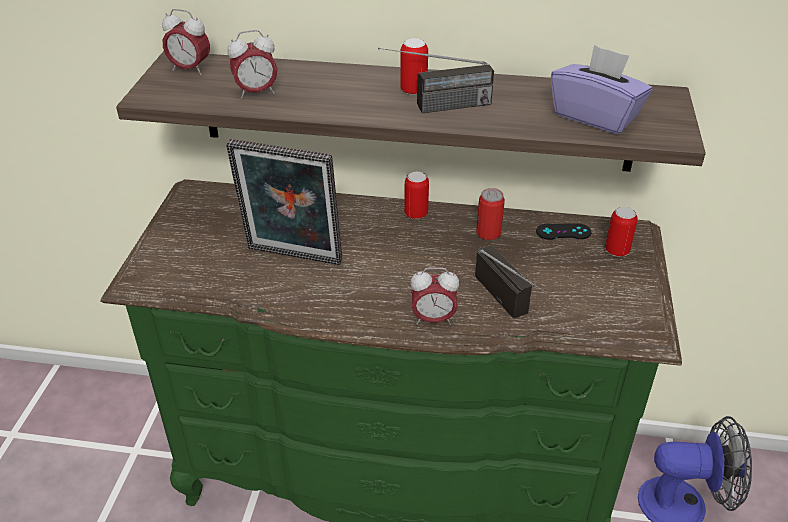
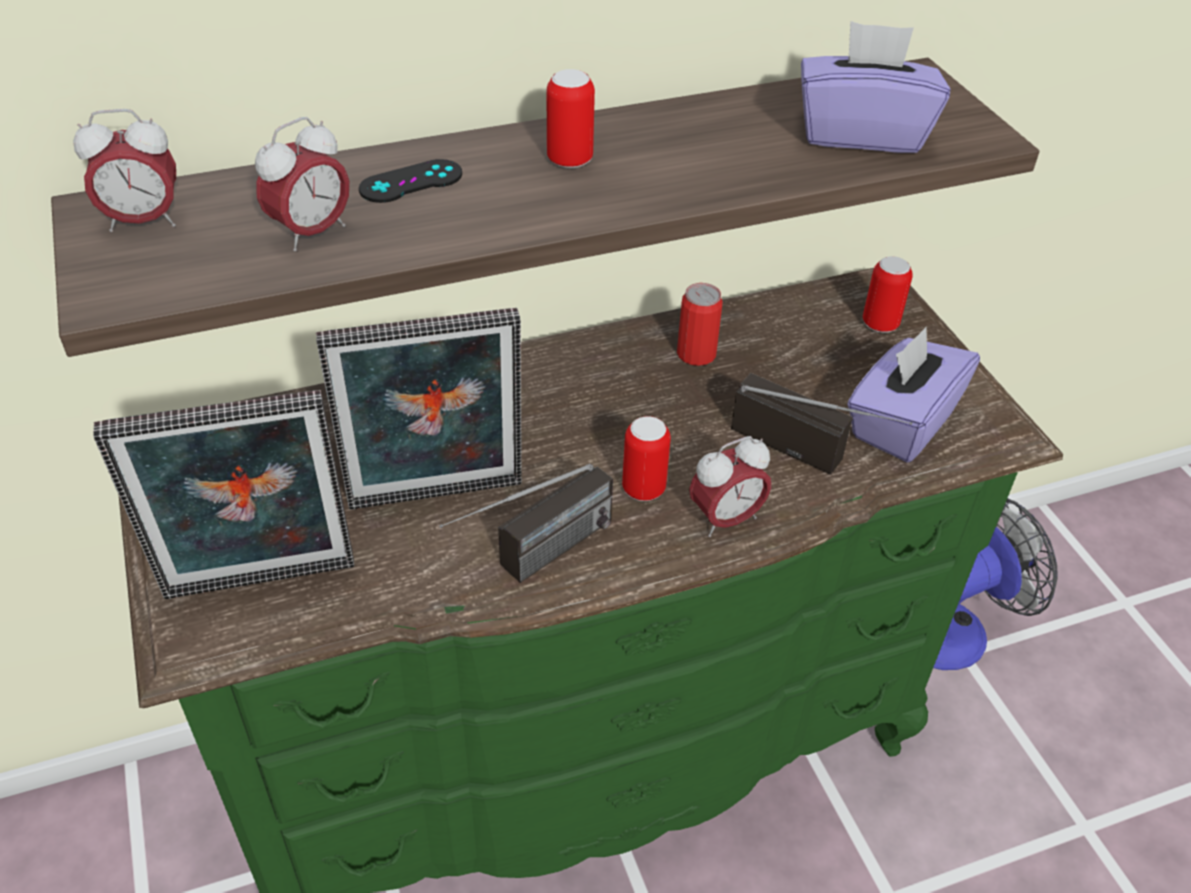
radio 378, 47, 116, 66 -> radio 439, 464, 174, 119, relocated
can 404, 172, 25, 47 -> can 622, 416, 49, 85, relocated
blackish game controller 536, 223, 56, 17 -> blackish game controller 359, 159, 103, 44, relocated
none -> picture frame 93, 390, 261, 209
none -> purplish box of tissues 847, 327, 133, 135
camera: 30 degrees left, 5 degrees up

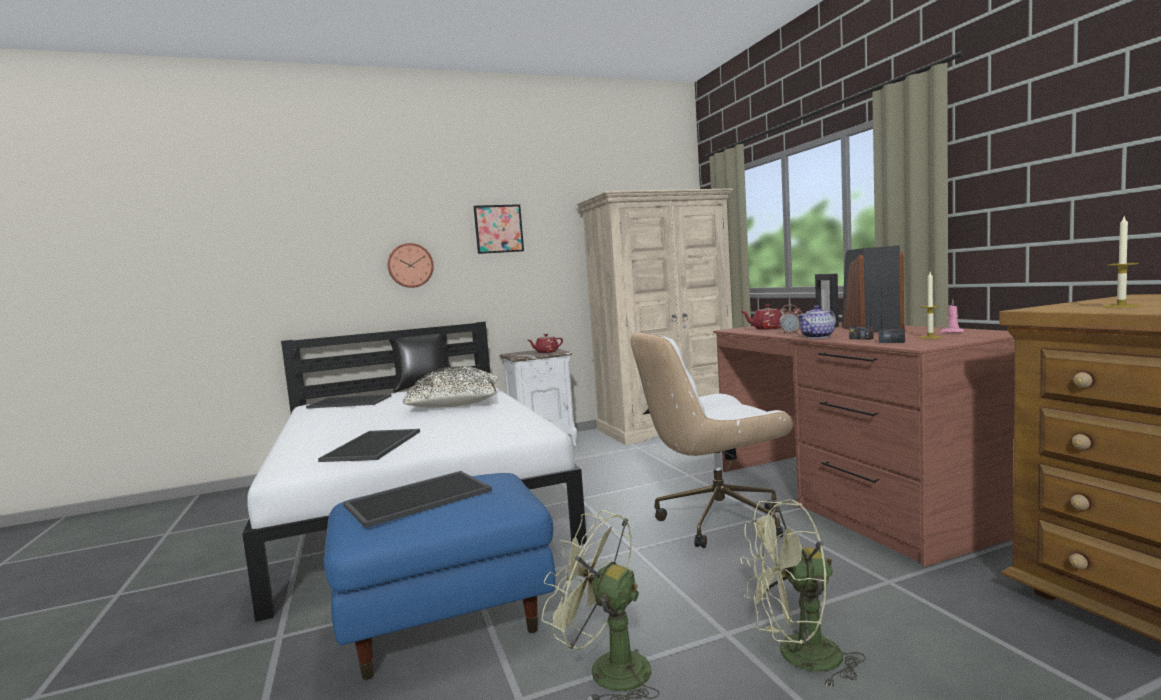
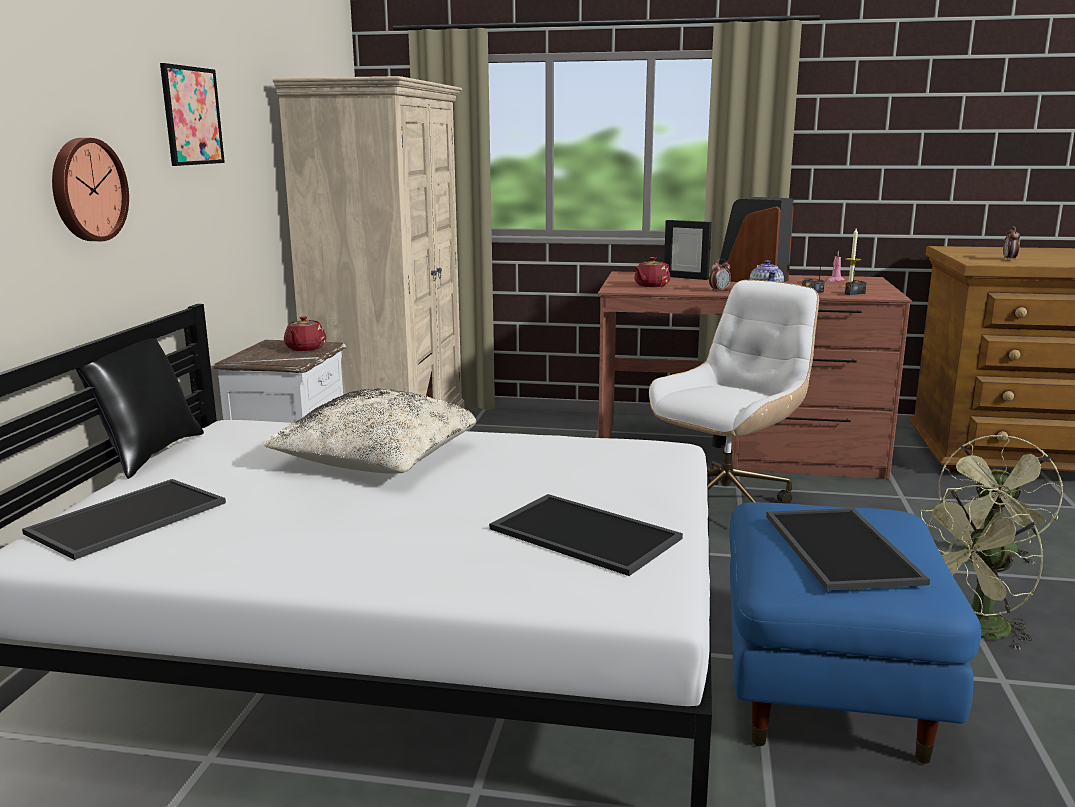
white-coloured computer chair 631, 332, 162, 216 -> white-coloured computer chair 649, 280, 170, 224, 150 degrees counterclockwise
wax light 1103, 217, 37, 91 -> alarm clock 1003, 226, 17, 34
camera: 60 degrees left, 10 degrees up

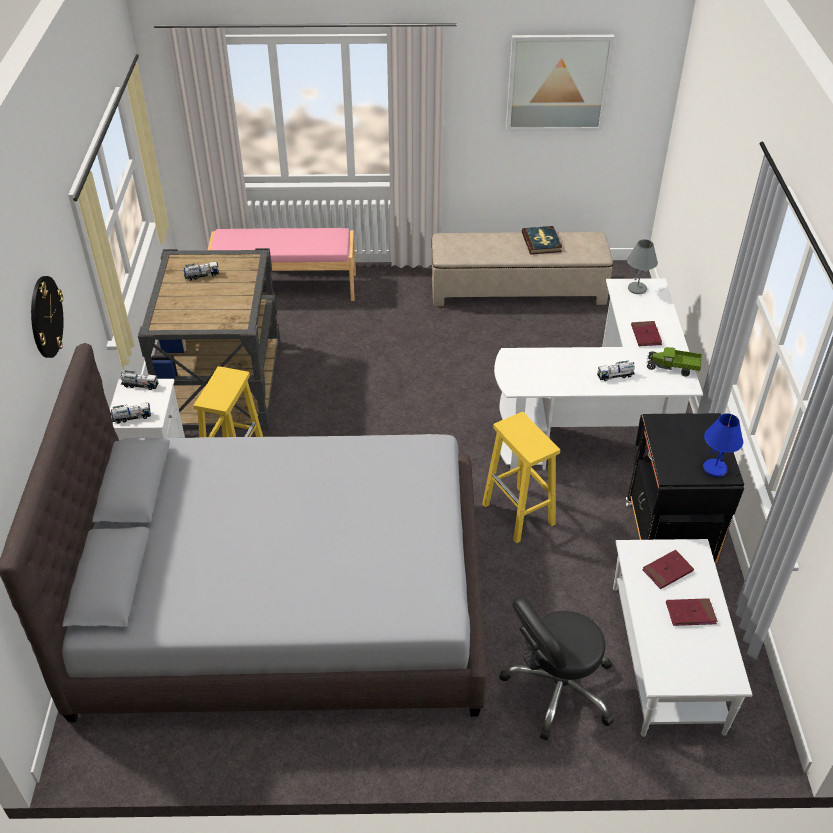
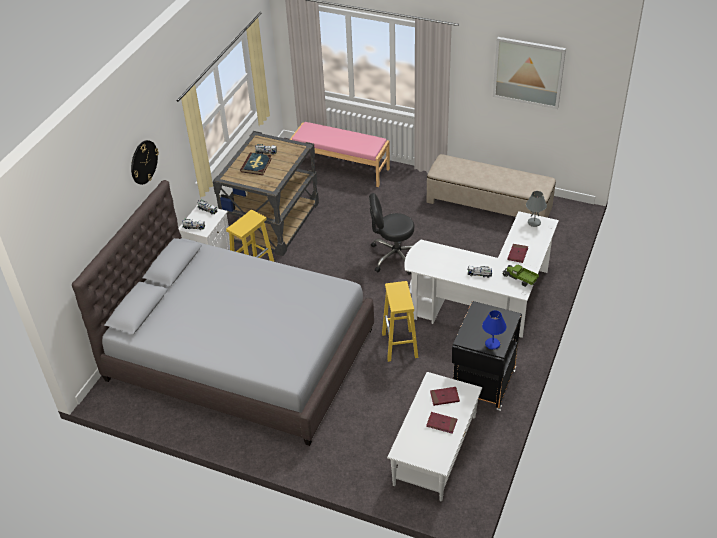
blackish computer chair 499, 596, 114, 144 -> blackish computer chair 369, 193, 45, 82, relocated
bound book 522, 226, 40, 28 -> bound book 240, 152, 32, 23, relocated
camera: 25 degrees right, 0 degrees up

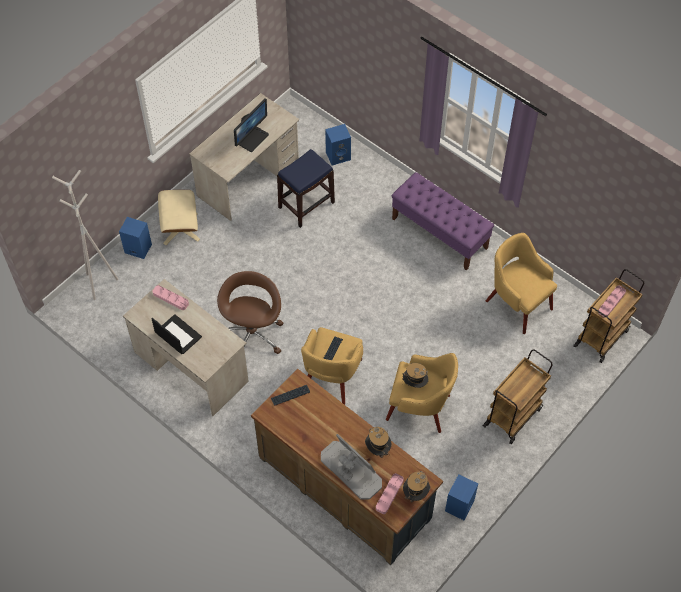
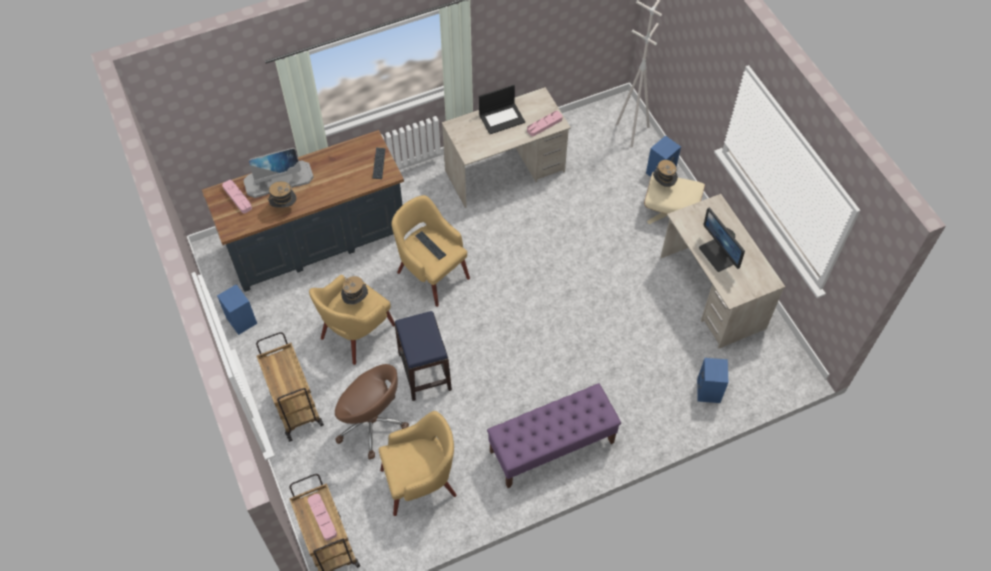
brownish computer chair 217, 271, 66, 83 -> brownish computer chair 335, 364, 74, 96, relocated
stool 277, 149, 58, 79 -> stool 395, 311, 57, 90, relocated
hat 403, 471, 27, 31 -> hat 653, 160, 25, 27, relocated
camera: 115 degrees right, 0 degrees up

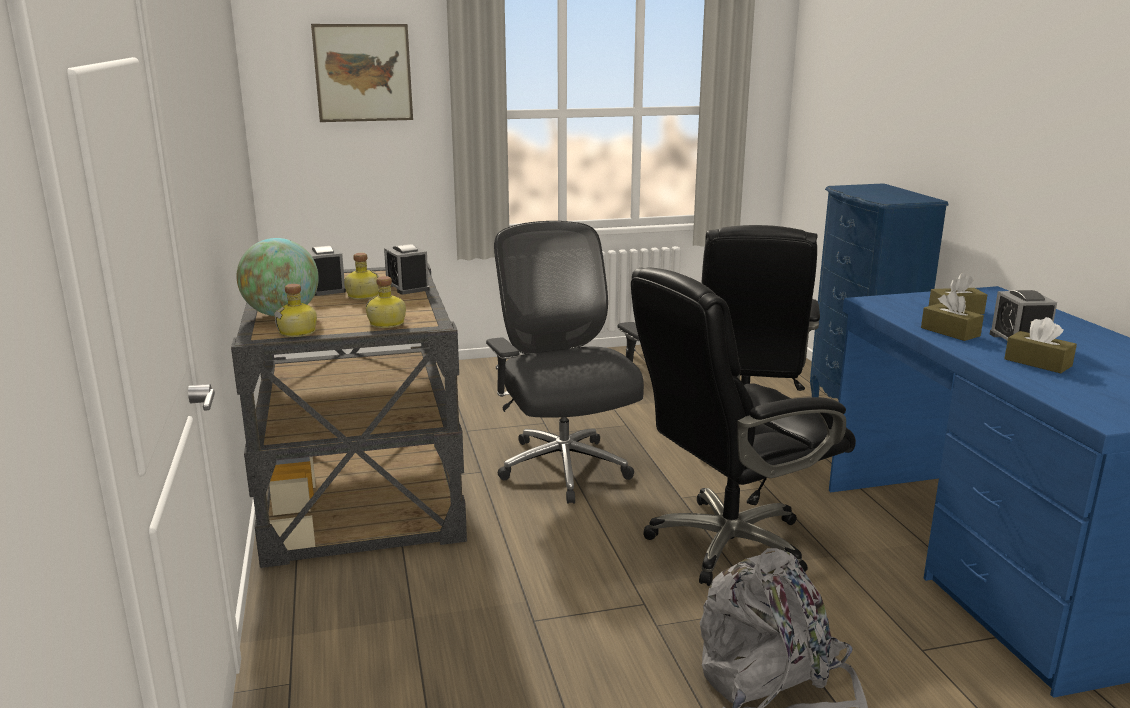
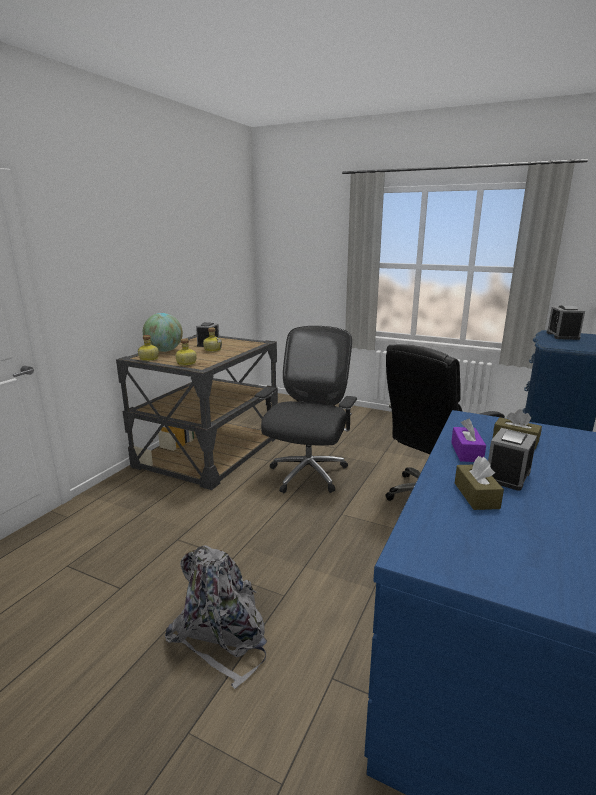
wall art 311, 24, 102, 98 -> none
alarm clock 384, 244, 46, 50 -> alarm clock 547, 305, 38, 35, relocated
blackish computer chair 631, 268, 225, 318 -> none
brownish box of tissues 921, 291, 63, 50 -> purplish box of tissues 451, 418, 35, 44
camera: 40 degrees right, 0 degrees up

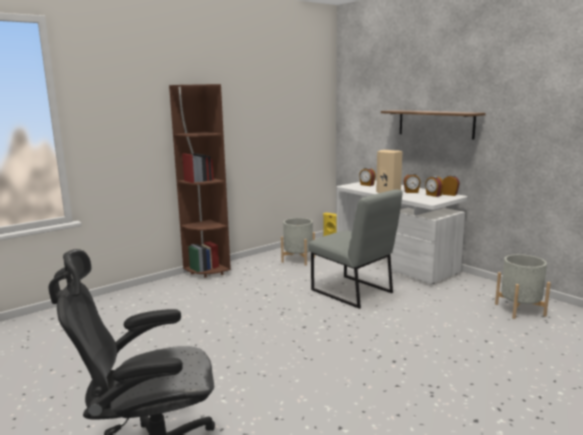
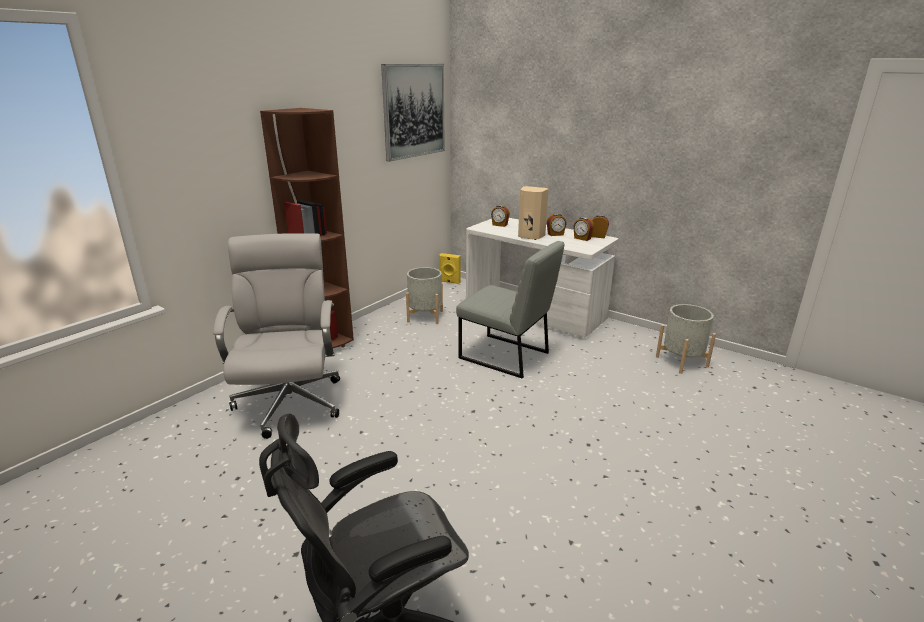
shelf 381, 110, 105, 30 -> none
none -> gray computer chair 213, 233, 127, 206
none -> wall art 381, 64, 64, 98
camera: 15 degrees left, 10 degrees up

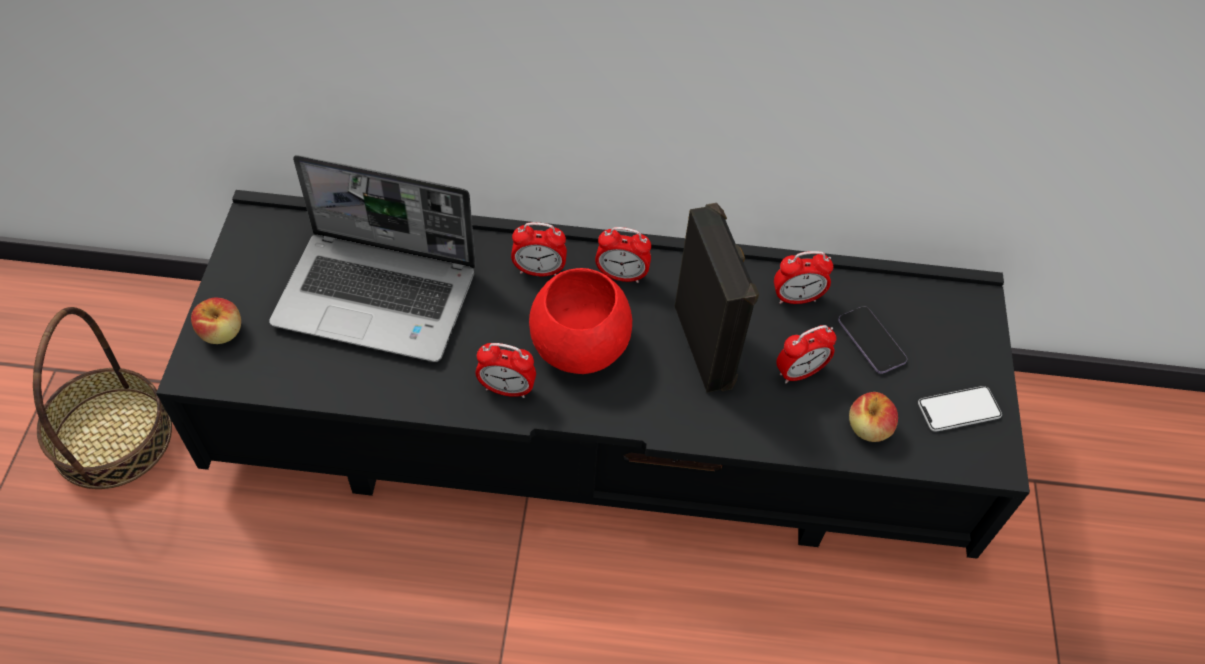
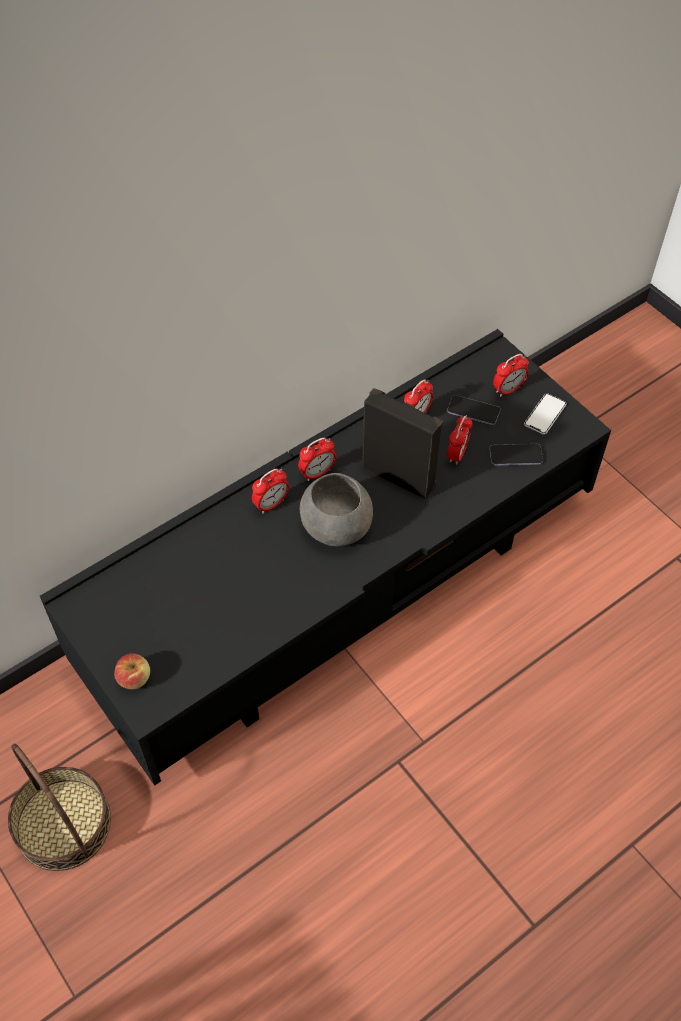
laptop 269, 155, 207, 207 -> none
alarm clock 476, 343, 60, 55 -> alarm clock 493, 354, 36, 43, relocated
reddish deep dish 529, 268, 103, 106 -> gray deep dish 300, 473, 73, 73
apple 849, 392, 49, 50 -> telephone 489, 444, 54, 22
camera: 40 degrees left, 0 degrees up

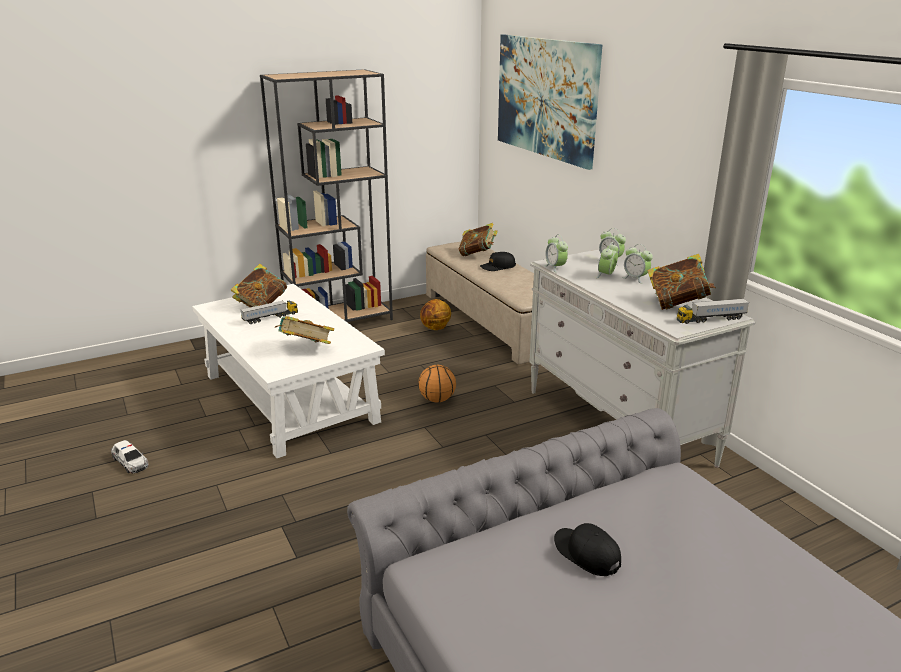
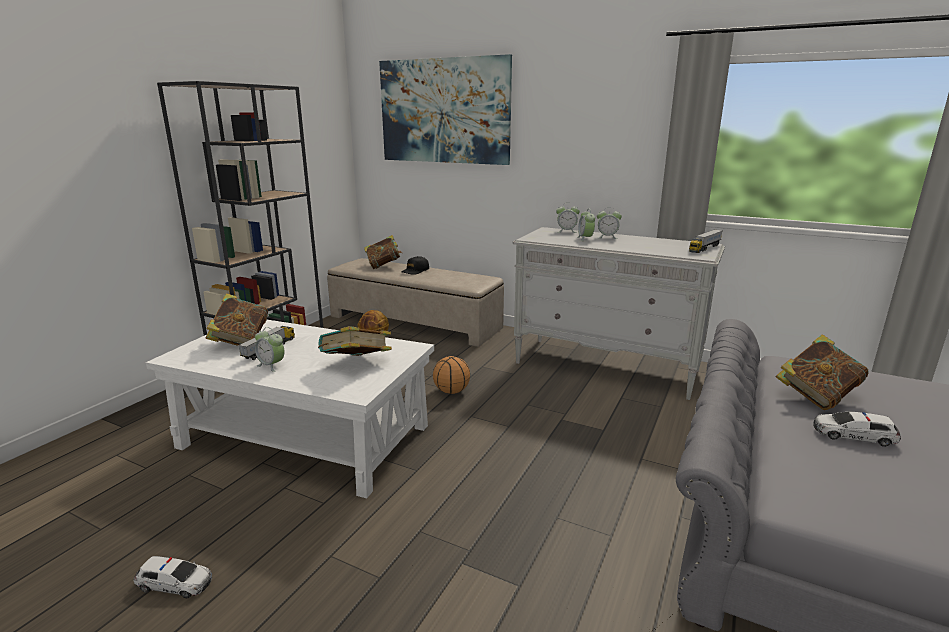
alarm clock 544, 234, 24, 39 -> alarm clock 255, 327, 29, 45, relocated
blackish cap 554, 523, 67, 53 -> model car 813, 412, 88, 35
bound book 647, 254, 69, 56 -> bound book 776, 334, 93, 76, relocated
camera: 35 degrees left, 5 degrees down

